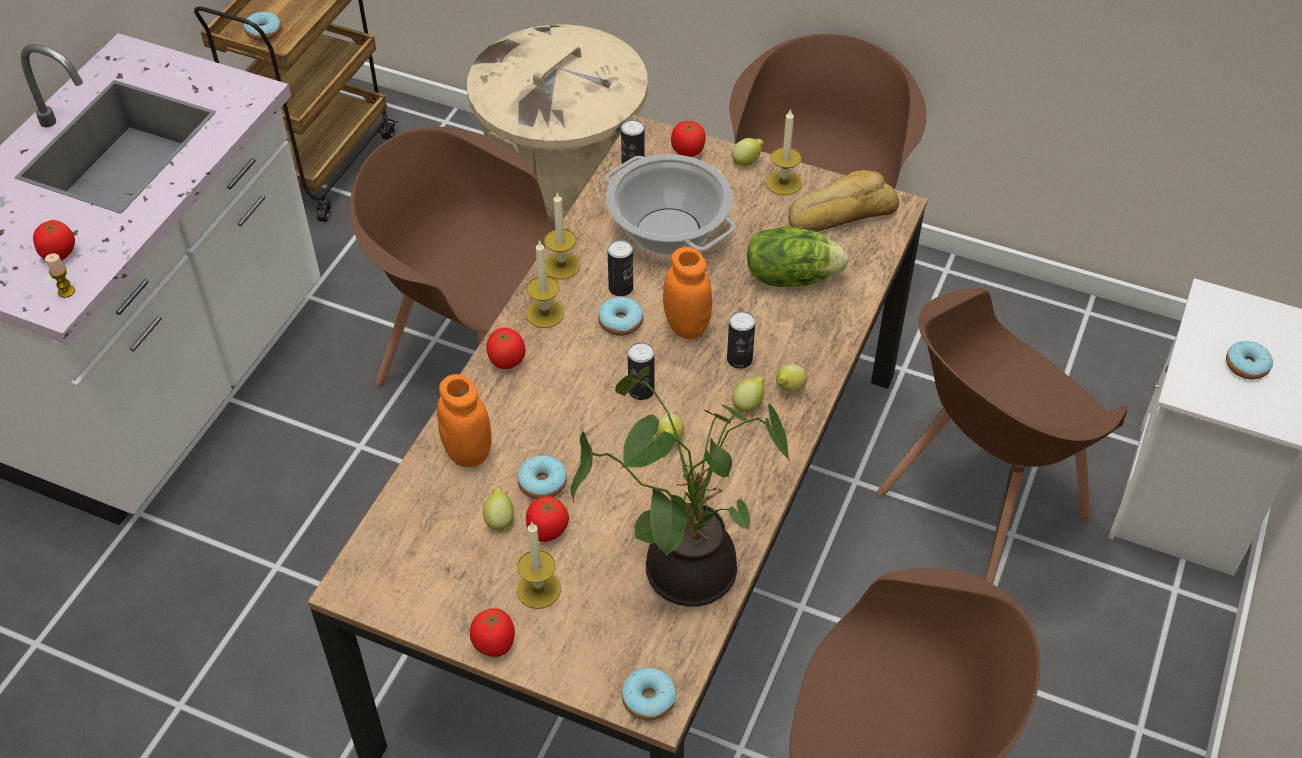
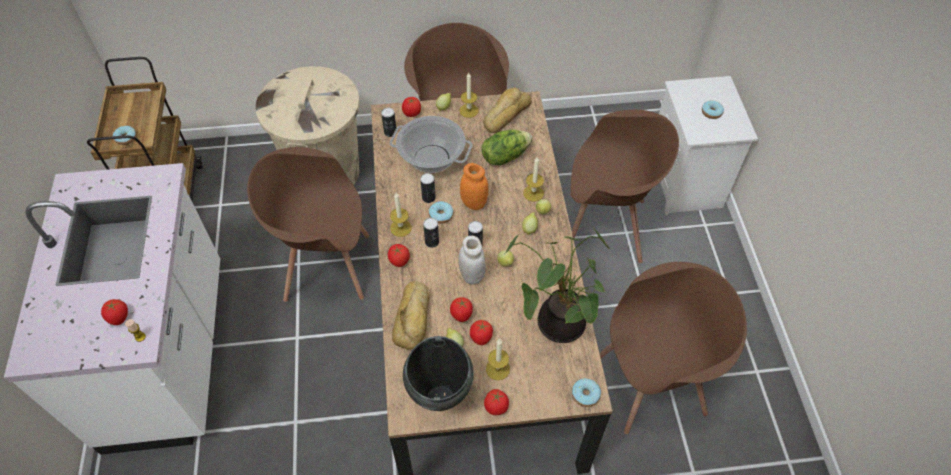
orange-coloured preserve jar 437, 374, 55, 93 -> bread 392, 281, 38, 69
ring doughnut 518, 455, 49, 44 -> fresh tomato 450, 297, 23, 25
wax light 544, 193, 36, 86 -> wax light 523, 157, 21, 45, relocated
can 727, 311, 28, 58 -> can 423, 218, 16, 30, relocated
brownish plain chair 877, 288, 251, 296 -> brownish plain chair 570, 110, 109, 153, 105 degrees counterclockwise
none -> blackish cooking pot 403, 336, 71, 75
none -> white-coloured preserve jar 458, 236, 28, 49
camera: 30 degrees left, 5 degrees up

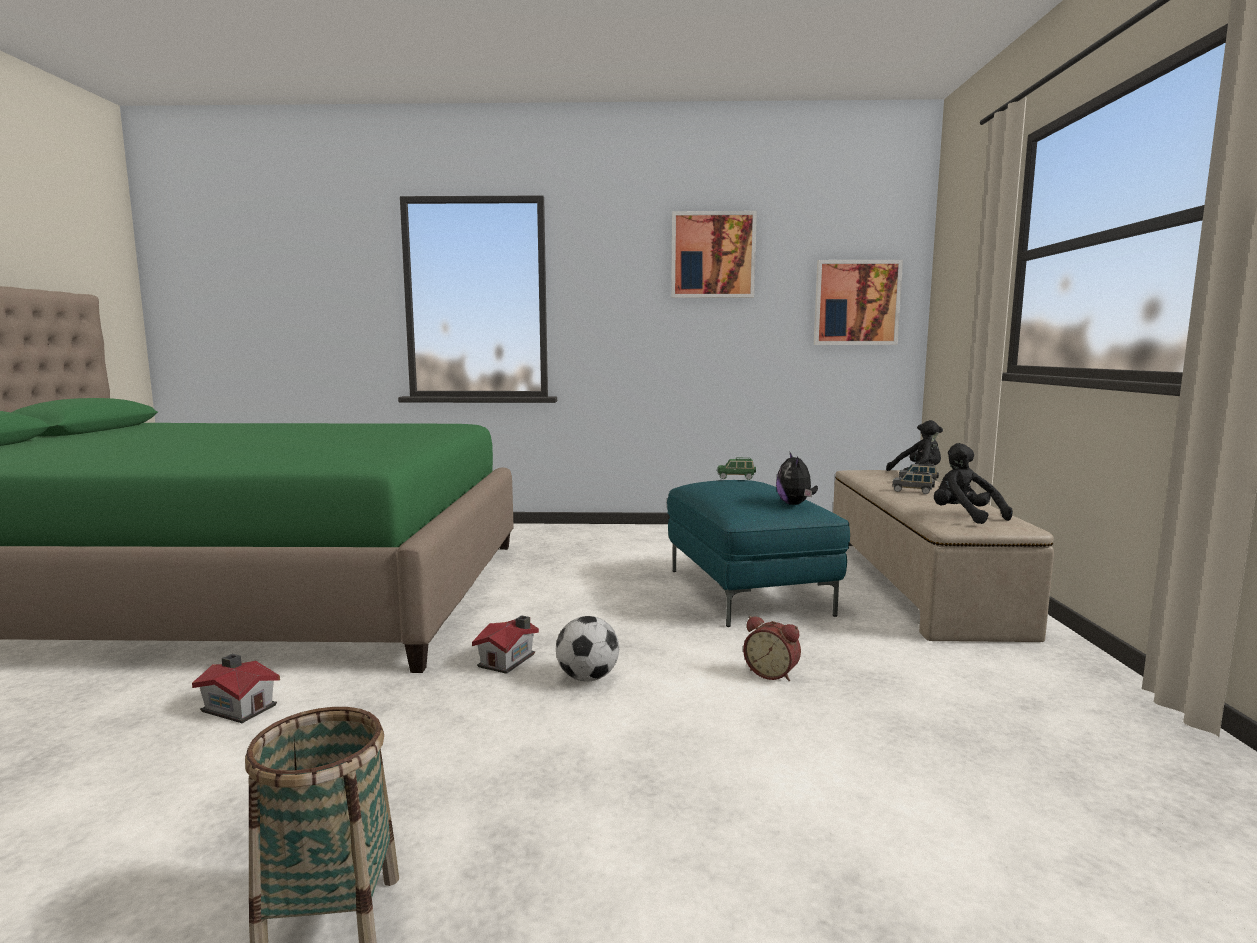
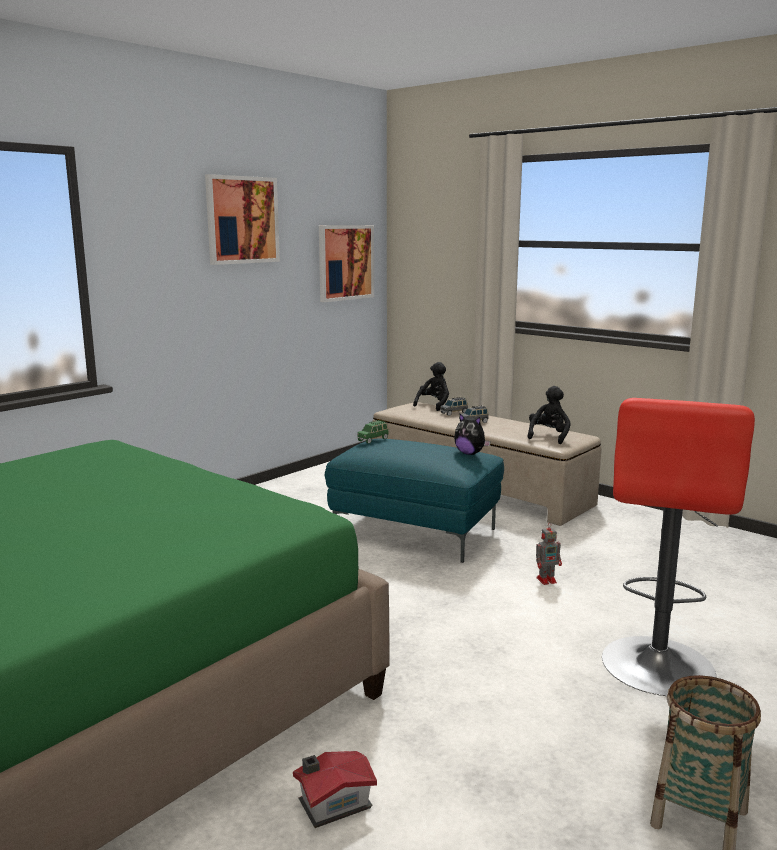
toy house 472, 615, 67, 59 -> none
ball for football 556, 616, 63, 66 -> none
alarm clock 743, 616, 58, 65 -> robot figure 536, 523, 26, 62
blackish soft toy 934, 443, 79, 81 -> blackish soft toy 527, 386, 44, 58, 105 degrees clockwise
none -> reddish stool 602, 398, 153, 298
camera: 50 degrees left, 5 degrees up

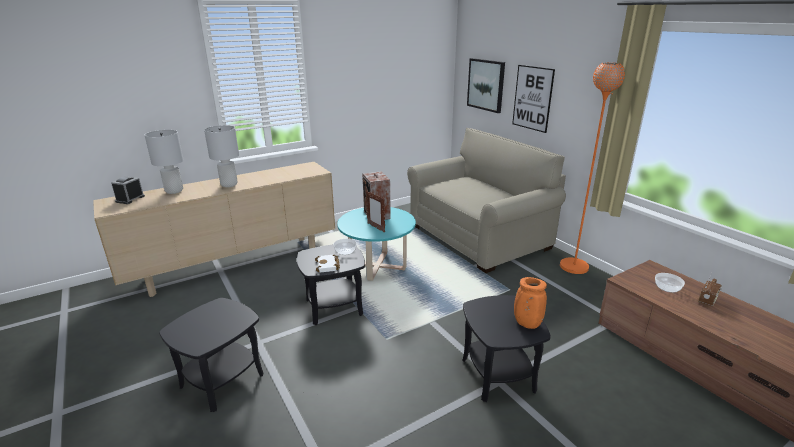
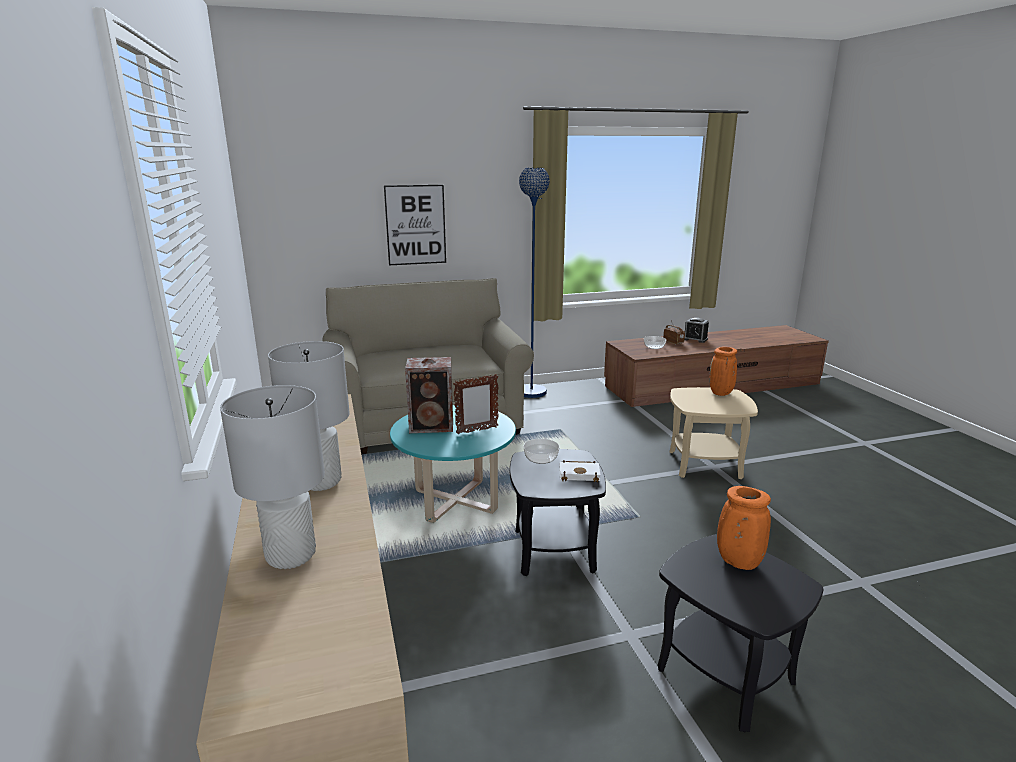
alarm clock 111, 176, 34, 28 -> alarm clock 685, 318, 24, 25, relocated
blackish end table 462, 295, 89, 107 -> beige end table 669, 387, 89, 92
wall art 467, 58, 38, 55 -> none
orange-coloured floor lamp 560, 62, 65, 212 -> blue-coloured floor lamp 519, 168, 30, 230
none -> orange-coloured decorative vase 717, 486, 54, 84
camera: 75 degrees left, 5 degrees down

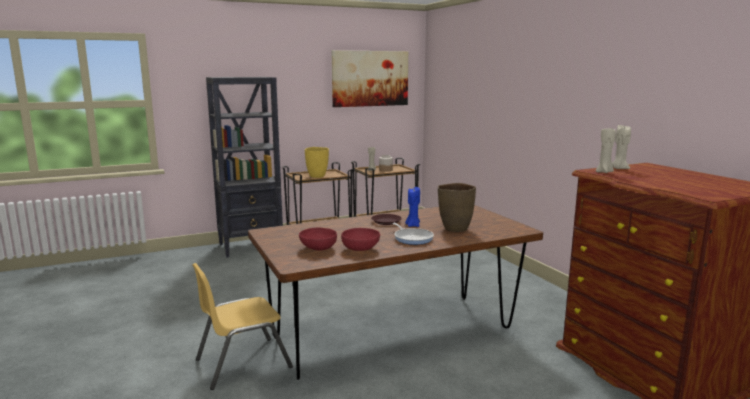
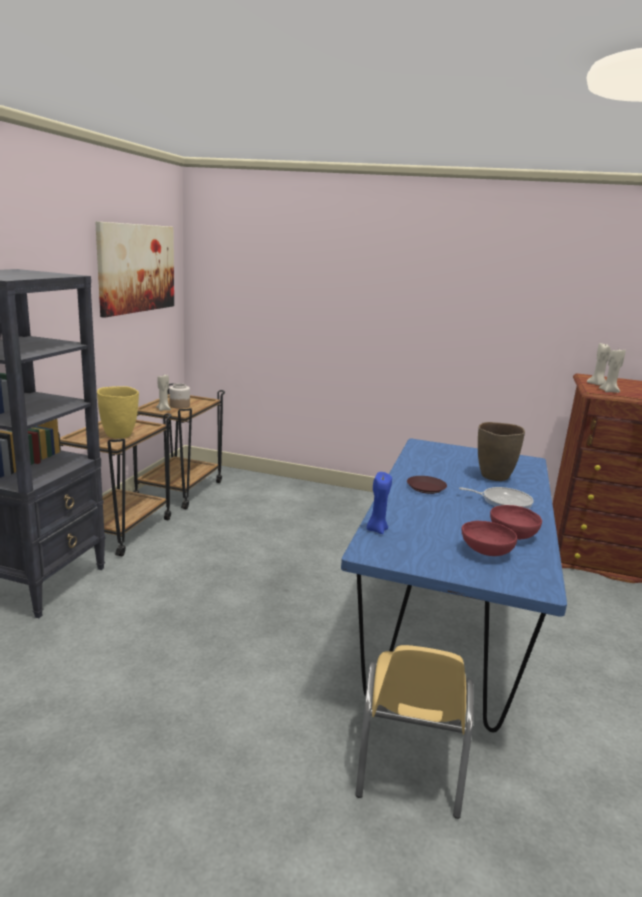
brownish dining table 248, 205, 295, 175 -> blue-coloured dining table 341, 439, 226, 293
blue-coloured wax light 405, 187, 15, 40 -> blue-coloured wax light 366, 472, 26, 62, relocated
camera: 50 degrees left, 5 degrees up

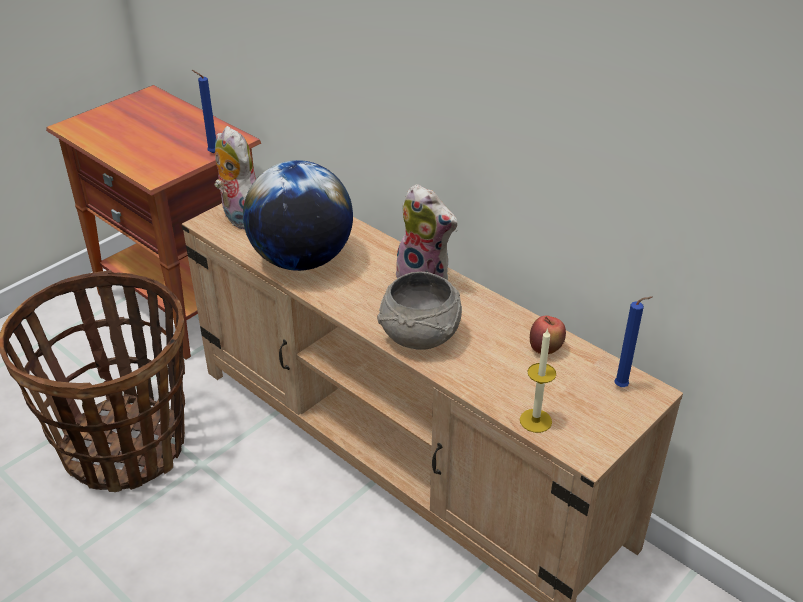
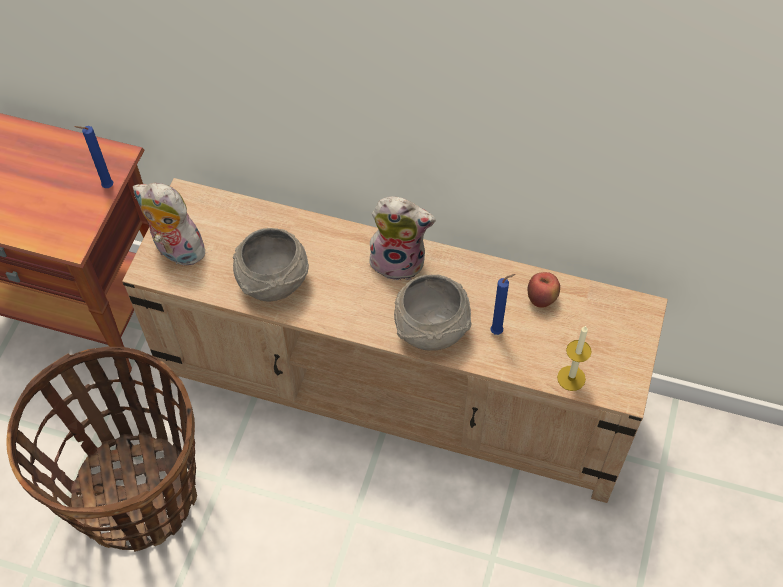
desk globe 243, 160, 110, 111 -> gray deep dish 233, 228, 76, 73
blue-coloured wax light 614, 296, 39, 91 -> blue-coloured wax light 491, 274, 25, 61, relocated
camera: 25 degrees left, 20 degrees up

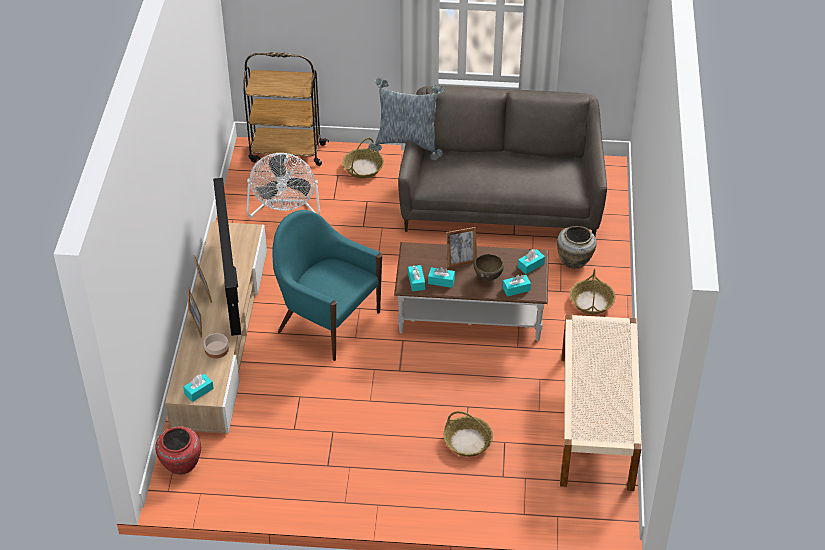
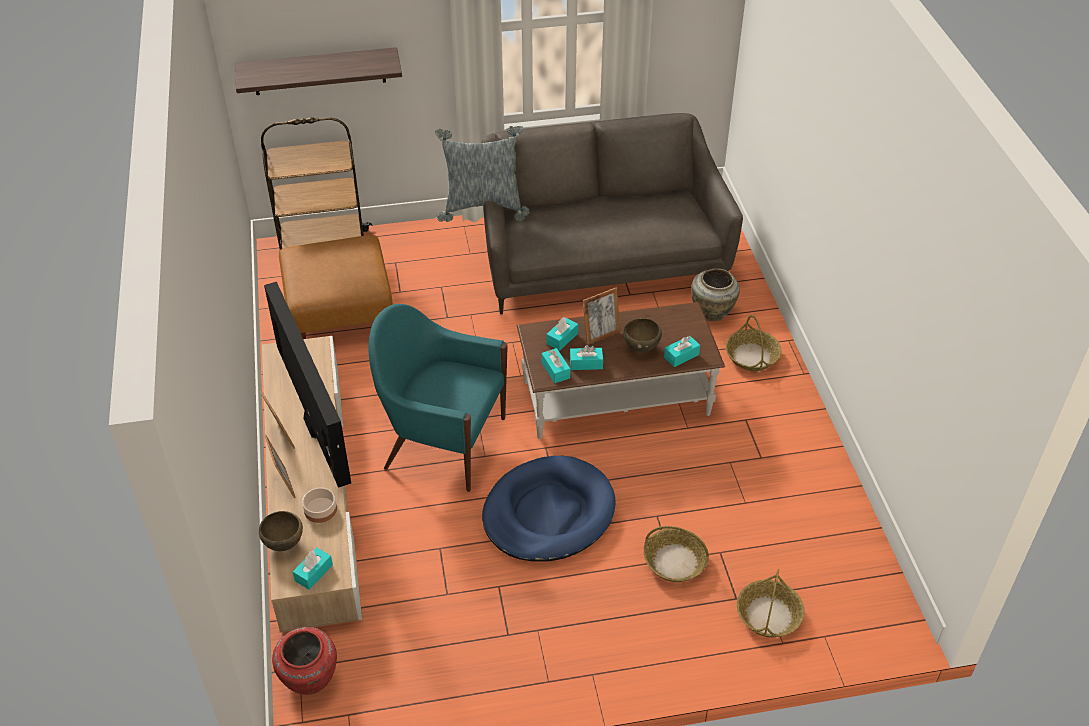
white-coloured fan 246, 152, 74, 66 -> brownish pouffe 279, 235, 114, 104
basket 342, 138, 42, 40 -> basket 737, 569, 68, 68, relocated
turquoise box of tissues 518, 249, 27, 25 -> turquoise box of tissues 546, 317, 32, 34, relocated
beige indoor bench 560, 314, 81, 177 -> none
none -> shelf 235, 47, 167, 48
none -> brownish deep dish 259, 511, 44, 40
none -> blue-coloured dog bed 482, 456, 134, 106
camera: 15 degrees left, 0 degrees up

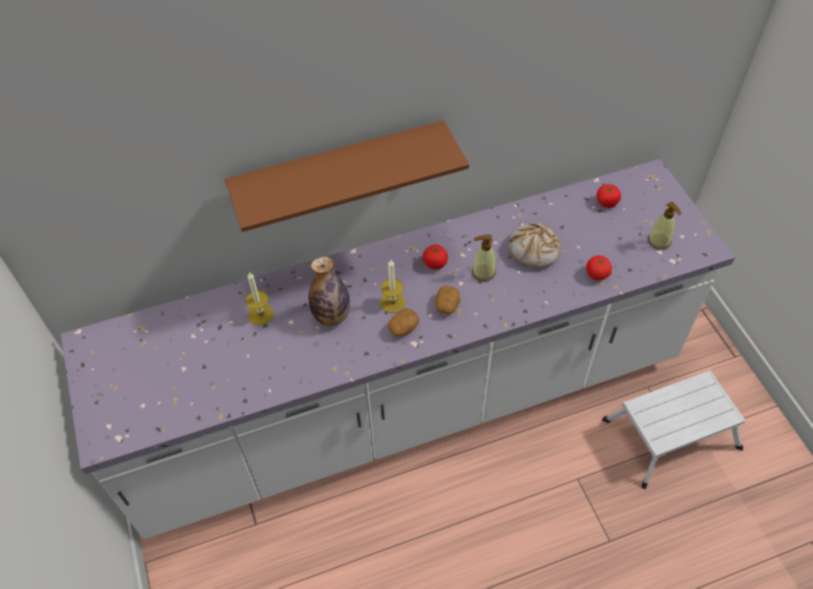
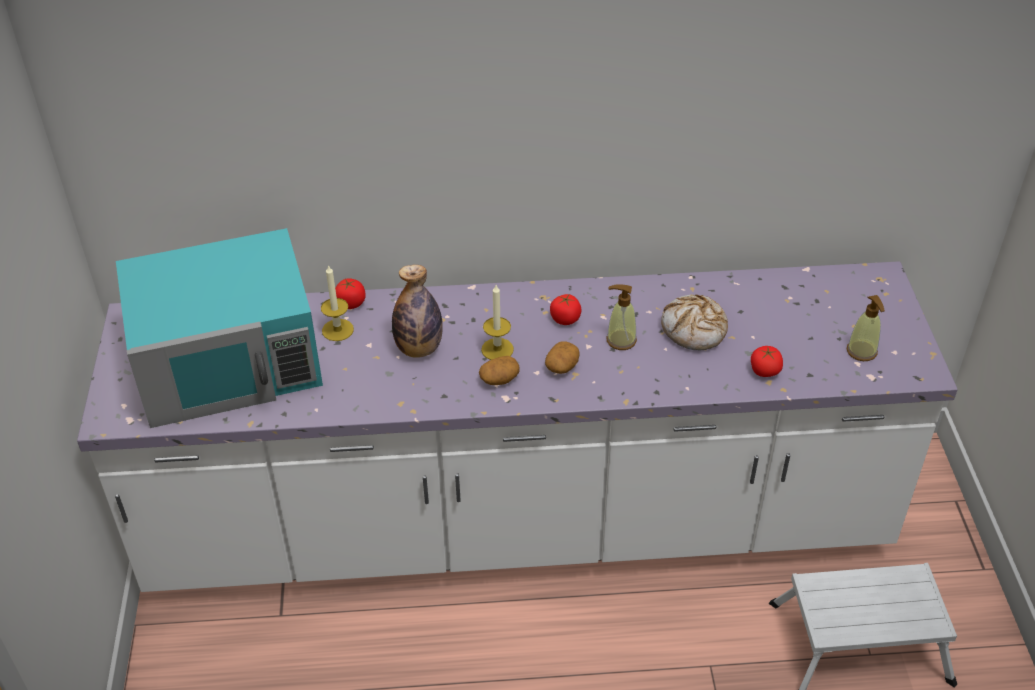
brownish shelf 225, 120, 244, 112 -> none
fresh tomato 597, 184, 24, 24 -> fresh tomato 335, 278, 31, 31, relocated
none -> turquoise microwave oven 116, 228, 207, 200
camera: 15 degrees right, 10 degrees down

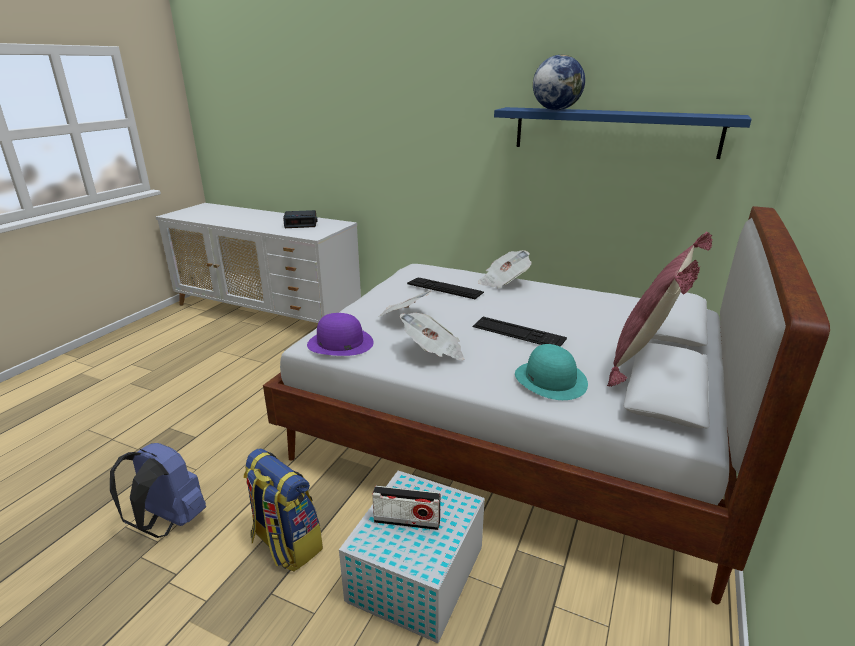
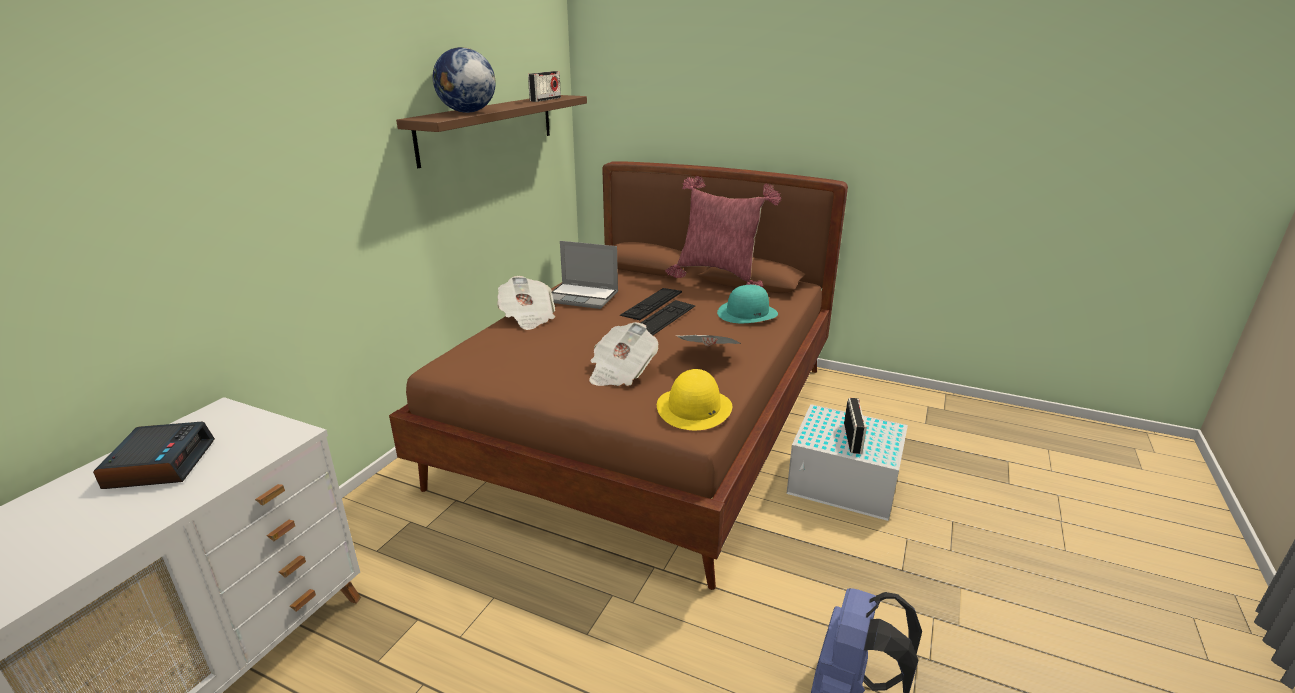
knapsack 243, 449, 80, 123 -> none
white-coloured bed 263, 206, 567, 398 -> brownish bed 389, 161, 459, 429
purplish hat 307, 313, 67, 43 -> yellow-coloured hat 657, 369, 75, 61
computer keyboard 407, 278, 77, 21 -> computer keyboard 620, 288, 62, 32, relocated
blue-coloured shelf 494, 107, 258, 52 -> brownish shelf 396, 95, 191, 73
none -> radio 528, 71, 33, 31
none -> laptop 552, 241, 66, 68
camera: 90 degrees left, 0 degrees up

